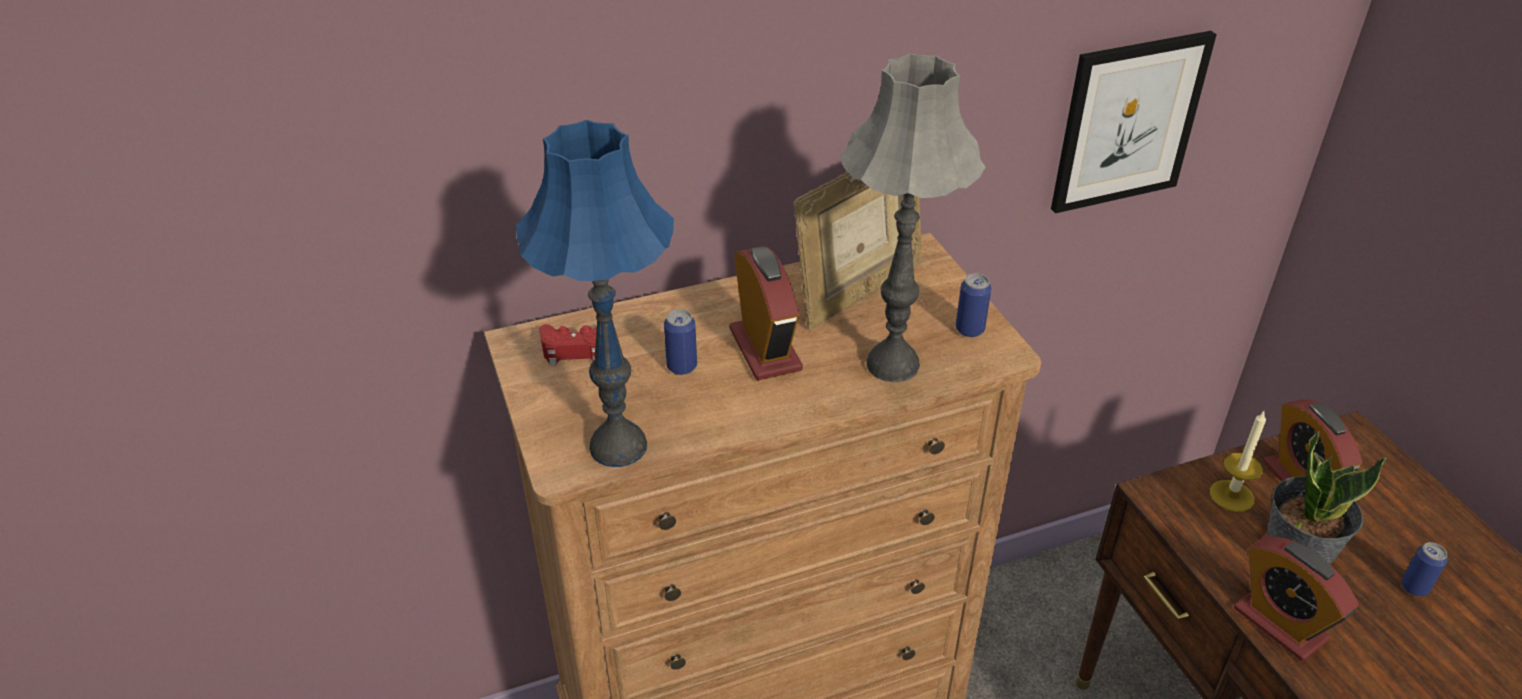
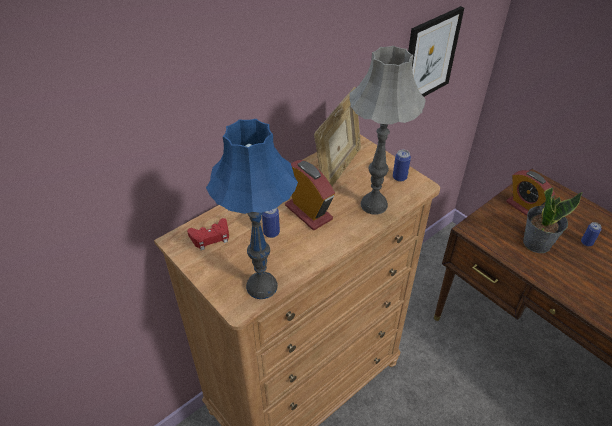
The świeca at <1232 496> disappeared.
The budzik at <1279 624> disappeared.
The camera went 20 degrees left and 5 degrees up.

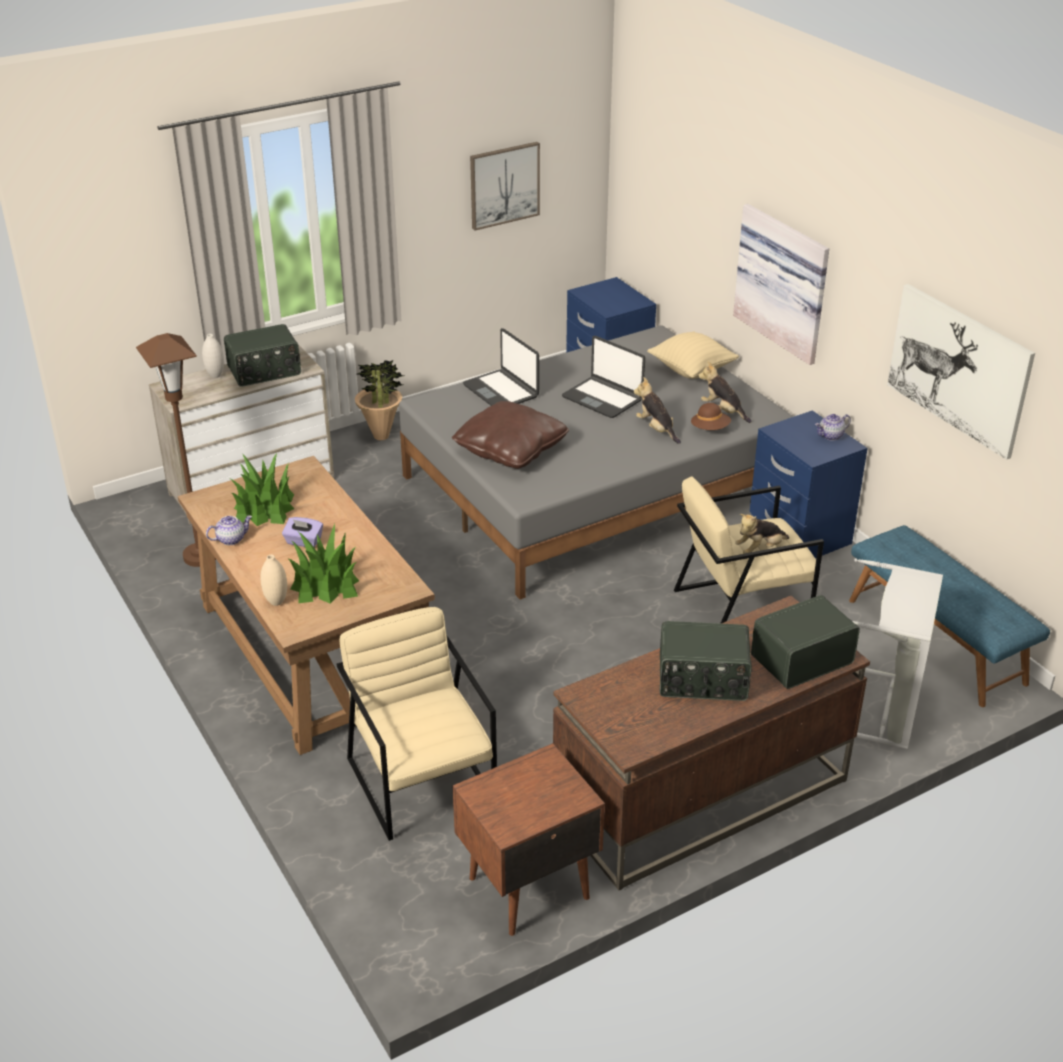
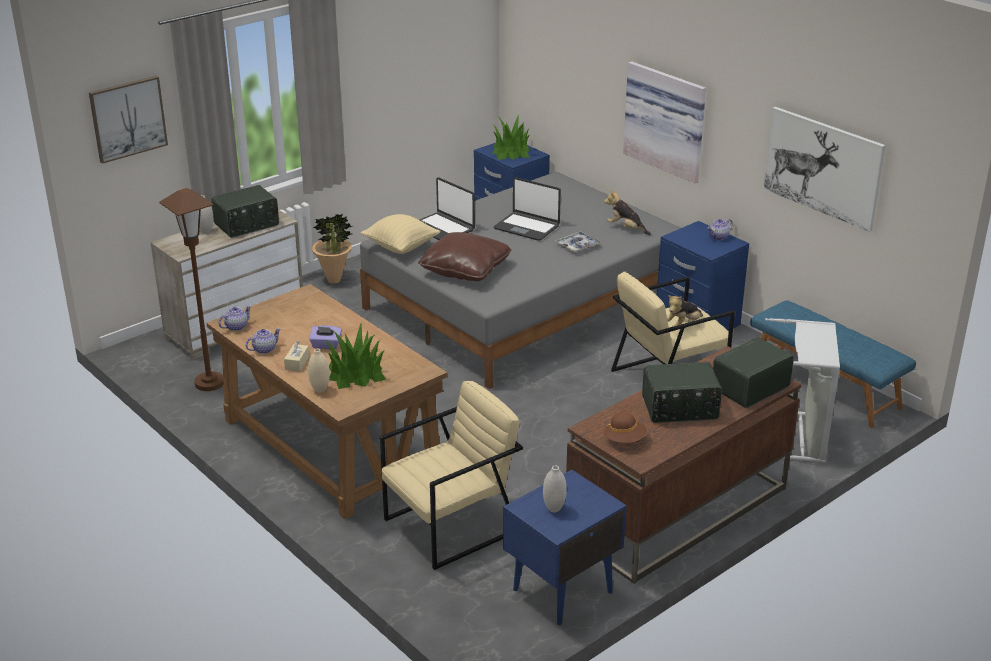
The imbryk at <236 326> appeared.
The pudełko chusteczek (beżowy) at <297 363> appeared.
The wazon (biały) at <554 509> appeared.
The roślina doniczkowa moved from <264 508> to <511 151>.
The obraz moved from <504 185> to <128 118>.
The poduszka (beżowy) moved from <691 370> to <401 247>.
The kapelusz (brązowy) moved from <710 429> to <624 440>.
The pluszak at <656 429> was replaced by the taca at <577 246>.
The szafka nocna (brązowy) at <526 887> became the szafka nocna (niebieski) at <561 590>.
The fotel (beżowy) at <421 780> turned 90 degrees clockwise.
The camera went 10 degrees left and 5 degrees down.

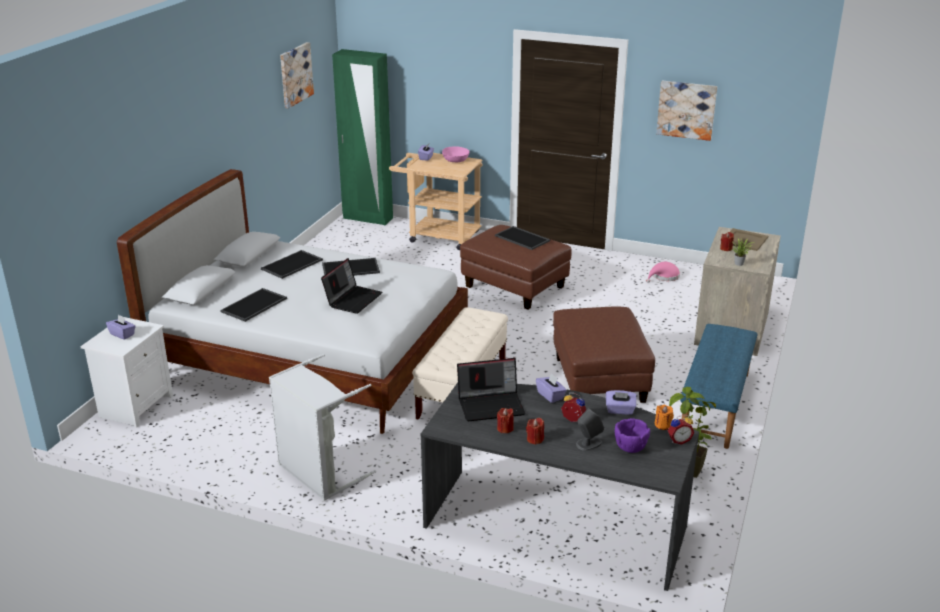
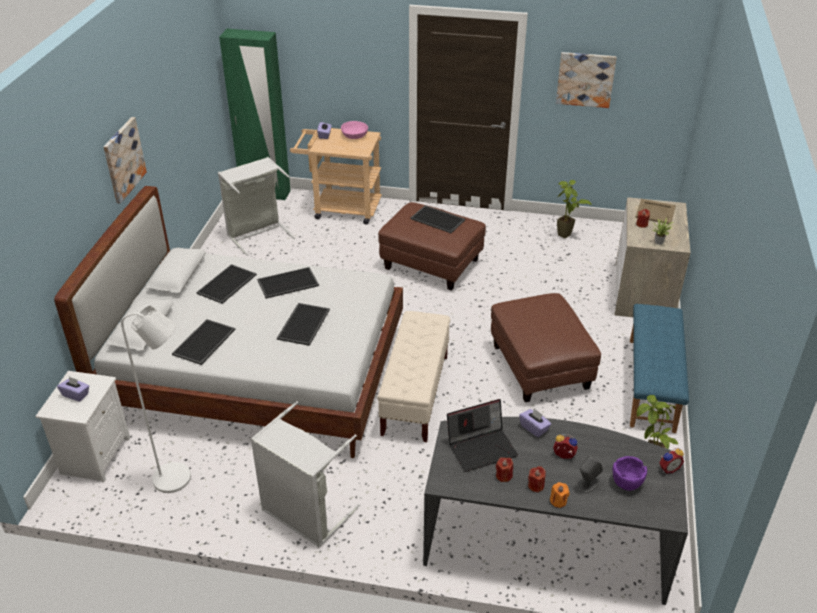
The pudełko chusteczek (fioletowy) at <620 410> disappeared.
The lampa stojąca (biały) at <179 479> appeared.
The kosz na pranie (szary) at <258 234> appeared.
The obraz moved from <295 74> to <123 159>.
The świeca (pomarańczowy) moved from <663 425> to <558 501>.
The laptop at <353 299> was replaced by the taca at <303 323>.
The kapelusz (różowy) at <664 277> was replaced by the roślina doniczkowa at <566 237>.
The camera went 10 degrees left and 10 degrees up.

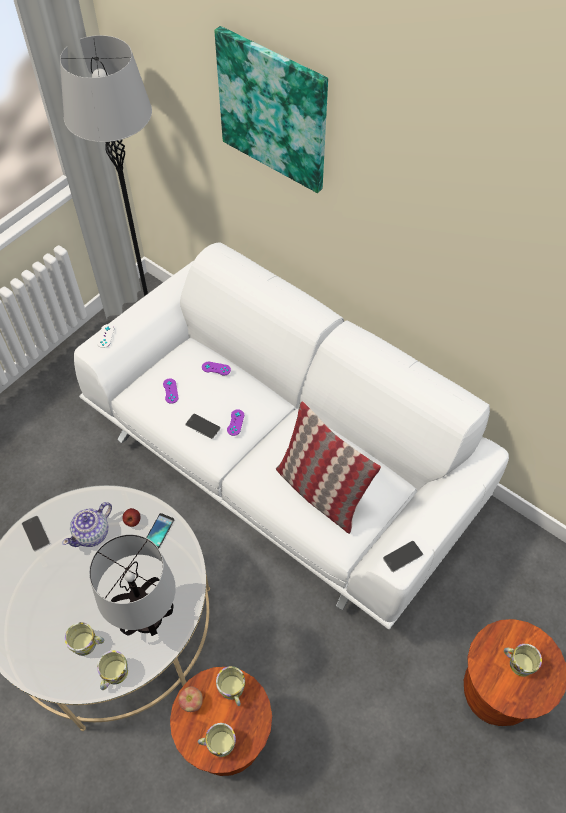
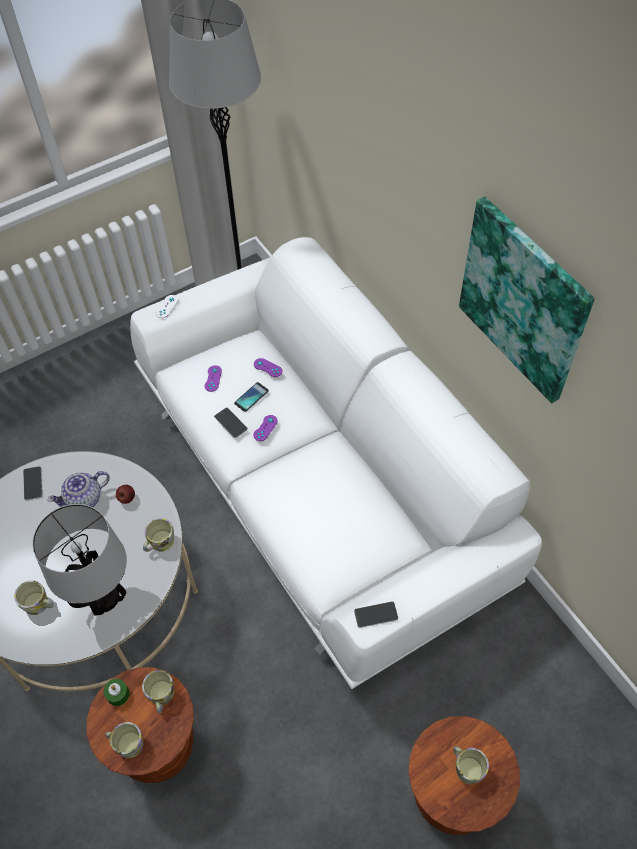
The poduszka at <321 492> disappeared.
The kubek moved from <113 675> to <159 543>.
The telefon moved from <159 531> to <251 397>.
The obraz moved from <274 110> to <524 300>.
The jabłko at <192 702> was replaced by the świeca (zielony) at <118 694>.
The camera went 20 degrees right and 0 degrees up.

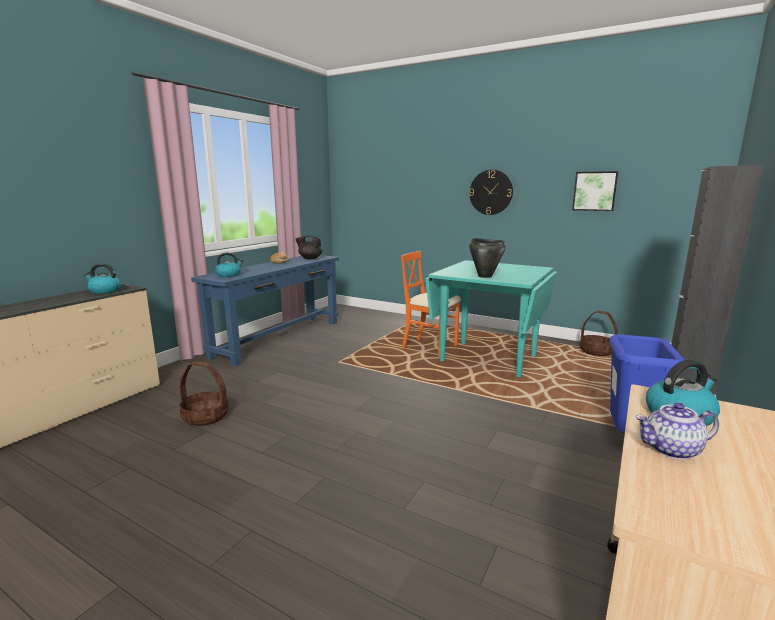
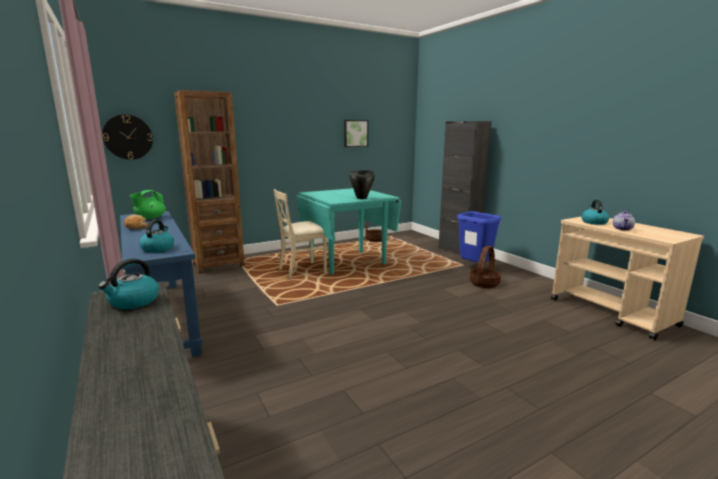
The regał (brązowy) at <218 264> appeared.
The koszyk moved from <206 416> to <484 283>.
The zegar ścienny moved from <491 192> to <128 137>.
The imbryk (czarny) at <310 258> became the imbryk (zielony) at <150 218>.
The krzesło (pomarańczowy) at <430 348> became the krzesło (beżowy) at <302 271>.
The camera went 60 degrees left and 0 degrees up.

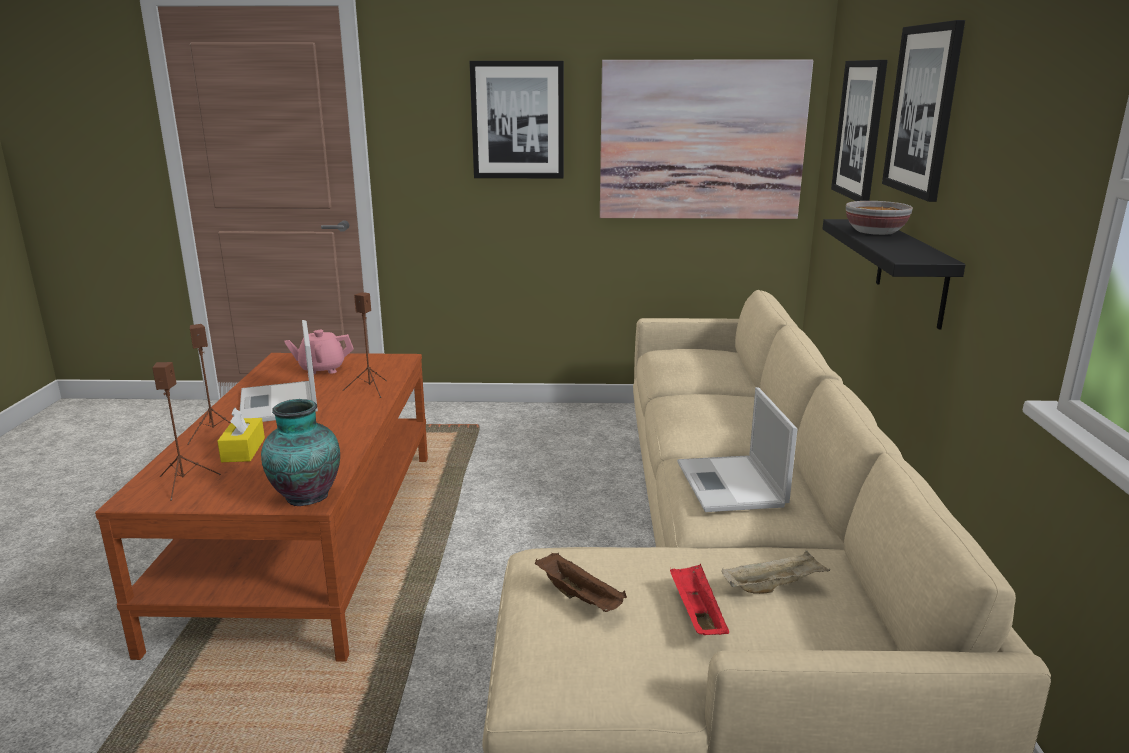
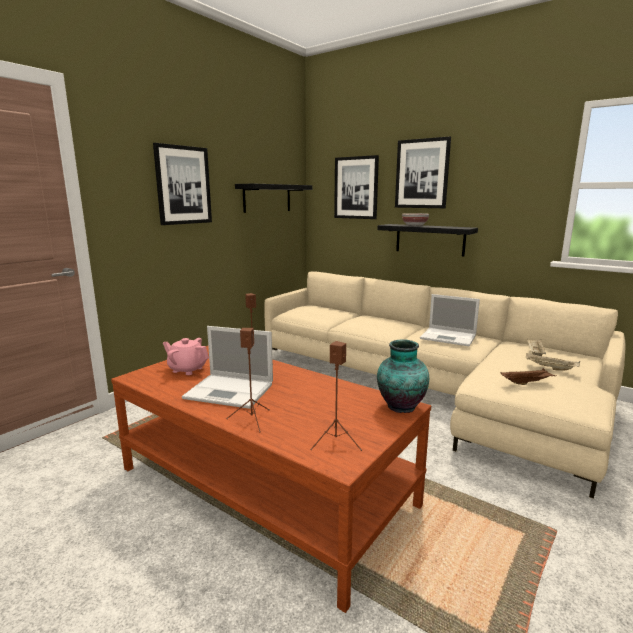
The pudełko chusteczek (żółty) at <243 450> disappeared.
The obraz at <701 141> was replaced by the półka (czarny) at <267 198>.
The taca (czerwony) at <696 614> became the taca (beżowy) at <550 368>.
The imbryk (różowy) at <322 369> turned 90 degrees clockwise.
The camera went 55 degrees left and 5 degrees down.

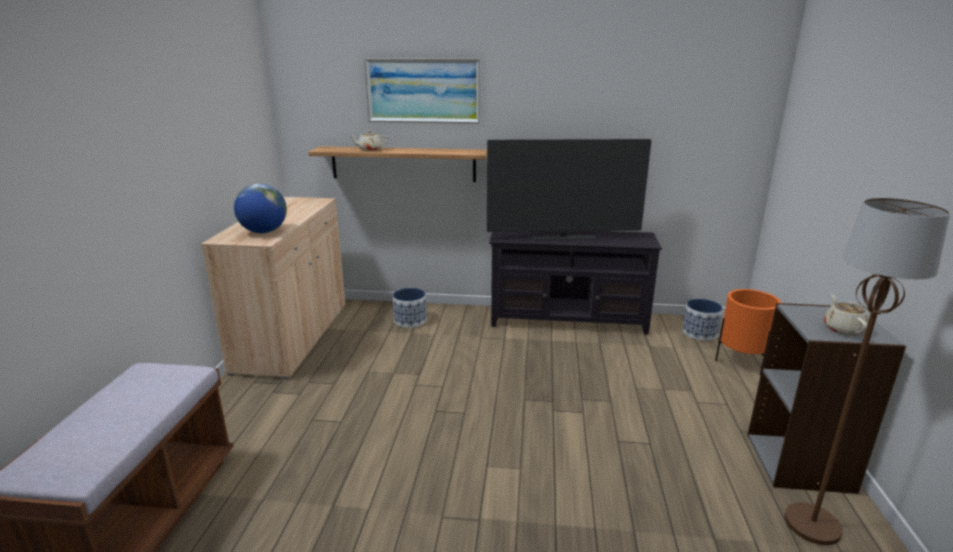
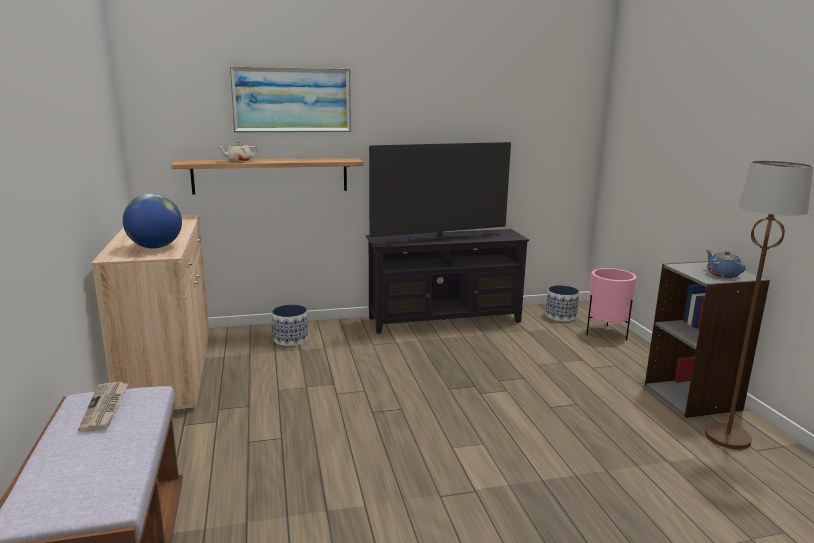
The gazeta at <105 408> appeared.
The donica (pomarańczowy) at <741 363> became the donica (różowy) at <606 333>.
The imbryk (beżowy) at <843 329> became the imbryk (niebieski) at <722 274>.
The camera went 20 degrees left and 5 degrees down.

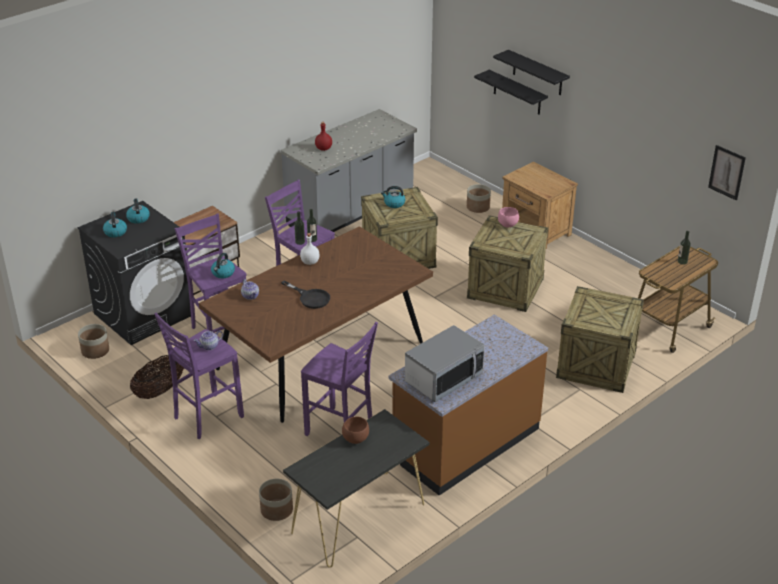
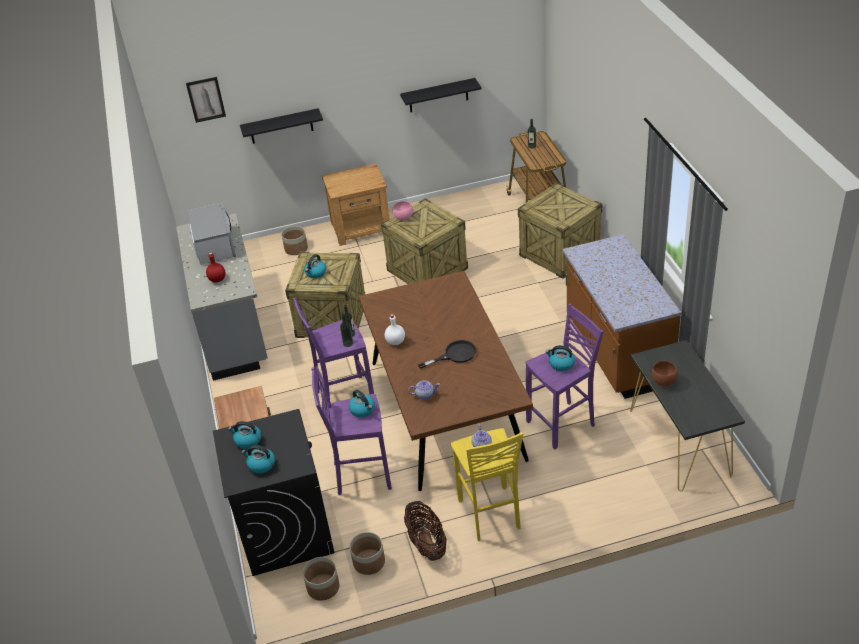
The czajnik at <561 364> appeared.
The donica moved from <276 509> to <368 562>.
The mikrofalówka moved from <443 378> to <214 247>.
The półka (czarny) moved from <537 73> to <438 95>.
The obraz moved from <726 172> to <206 99>.
The stołek (fioletowy) at <206 417> became the stołek (żółty) at <490 515>.
The camera went 60 degrees left and 5 degrees up.

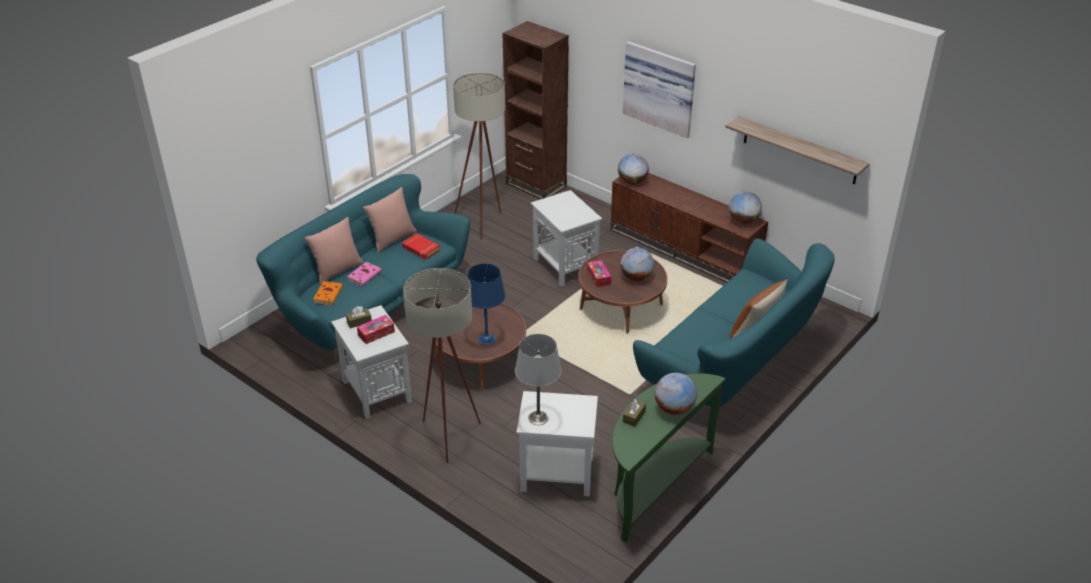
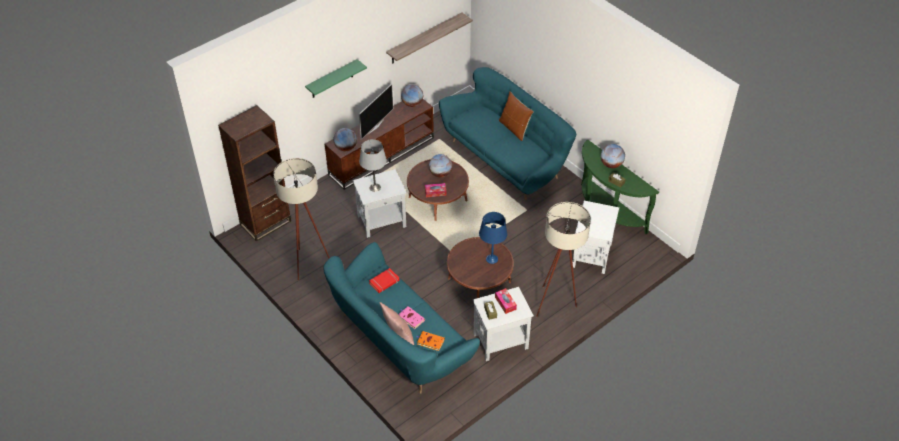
The poduszka (różowy) at <392 239> disappeared.
The telewizor at <375 126> appeared.
The lampa stołowa (szary) moved from <538 417> to <374 187>.
The obraz at <660 88> was replaced by the półka (zielony) at <332 79>.
The camera went 80 degrees left and 10 degrees up.

